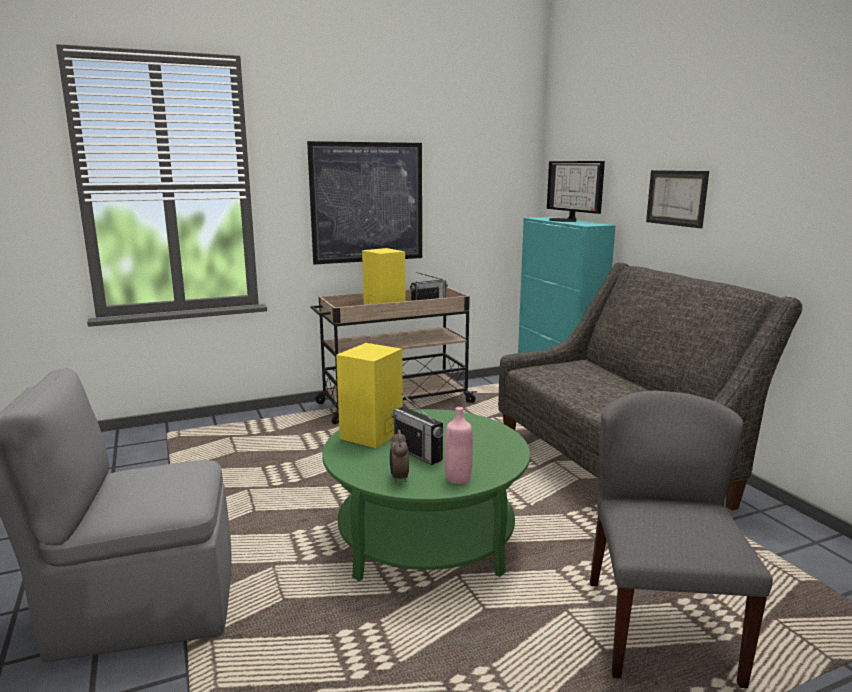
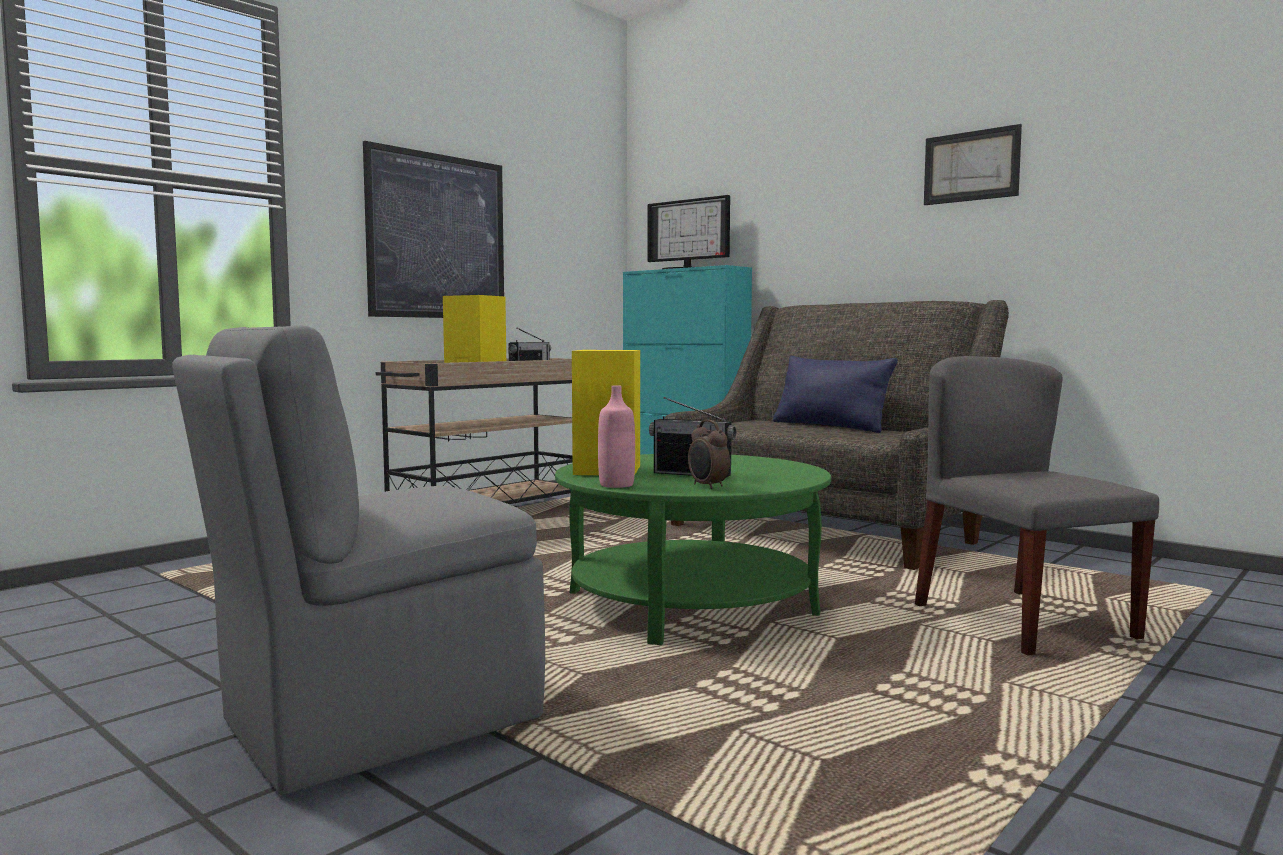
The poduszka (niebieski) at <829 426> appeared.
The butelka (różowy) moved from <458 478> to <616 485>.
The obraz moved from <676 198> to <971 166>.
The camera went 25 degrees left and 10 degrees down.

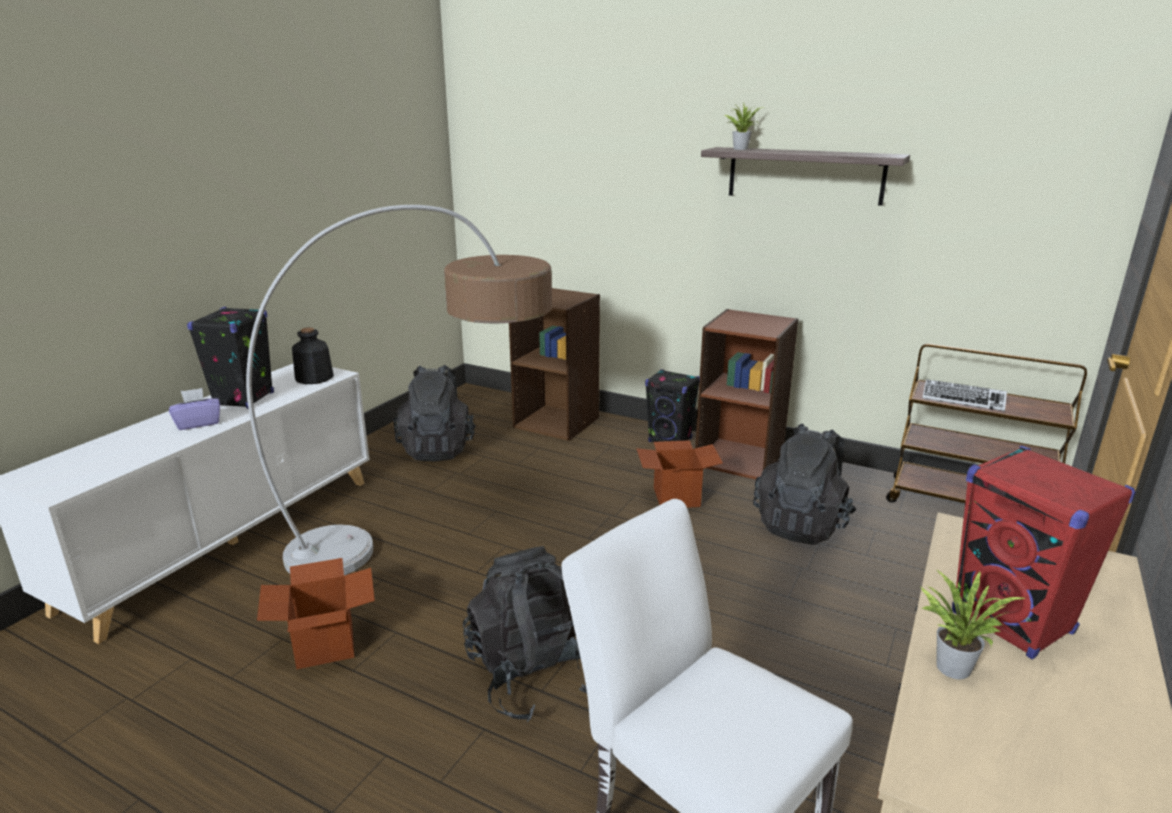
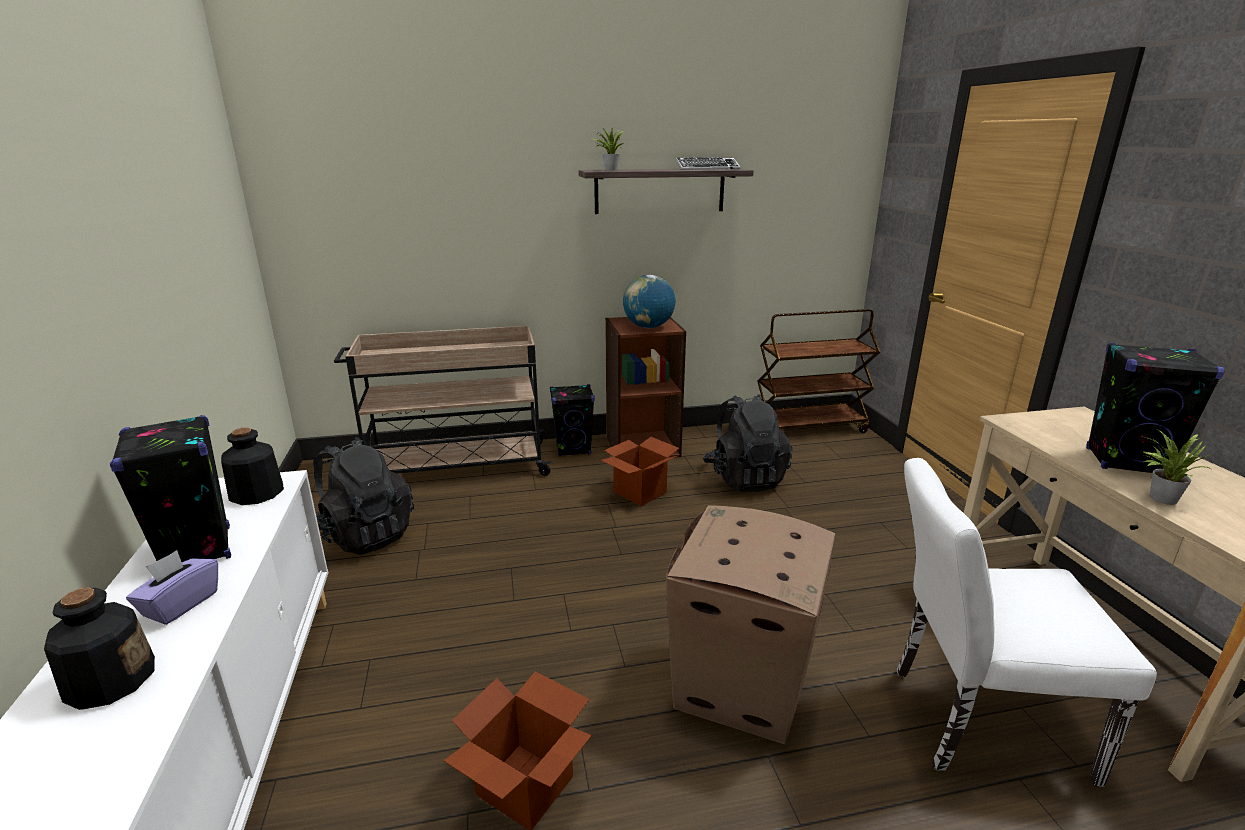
The lampa stojąca at <439 521> disappeared.
The butelka at <110 681> appeared.
The globus at <648 327> appeared.
The klawiatura moved from <963 400> to <707 168>.
The plecak (czarny) at <534 676> was replaced by the karton at <741 687>.
The regał (brązowy) at <557 422> was replaced by the wózek (beżowy) at <455 467>.
The głośnik (czerwony) at <1012 623> became the głośnik (czarny) at <1127 462>.
The camera went 40 degrees left and 0 degrees up.

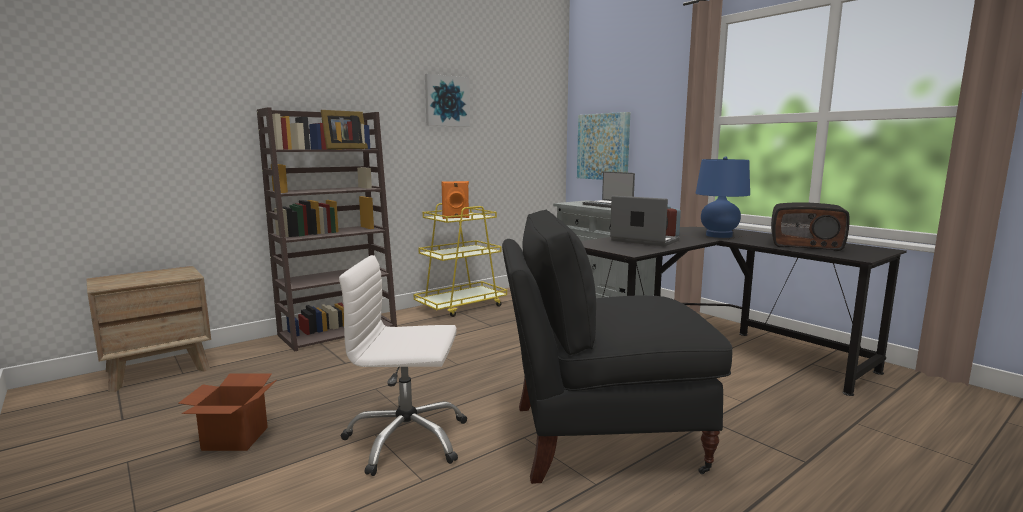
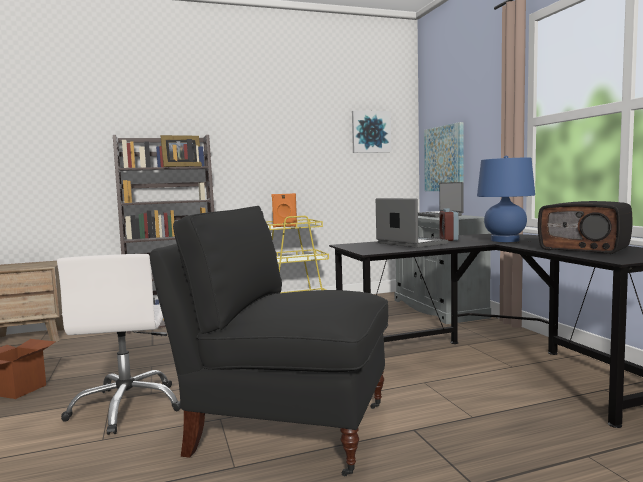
The obraz moved from <446 101> to <371 132>.
The krzesło biurowe (biały) at <406 440> turned 120 degrees counterclockwise.
The camera went 20 degrees right and 5 degrees down.

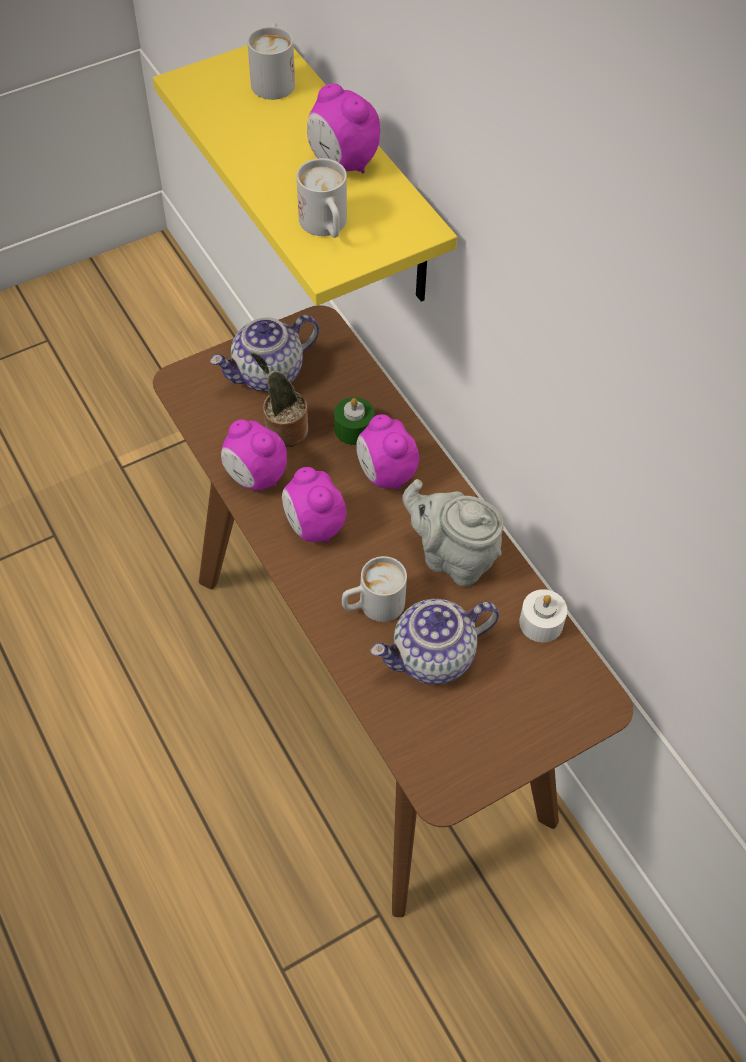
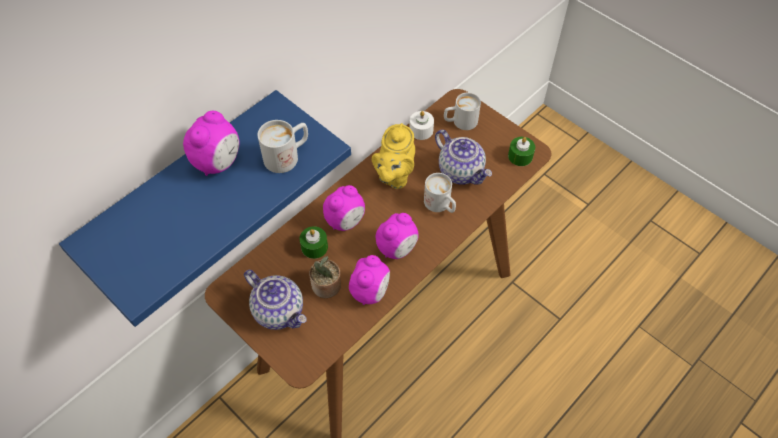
The świeca (zielony) at <520 156> appeared.
The kubek (biały) moved from <273 79> to <460 122>.
The półka (żółty) at <363 178> became the półka (niebieski) at <186 189>.
The imbryk (szary) at <452 557> became the imbryk (żółty) at <394 176>.
The camera went 105 degrees left and 0 degrees up.

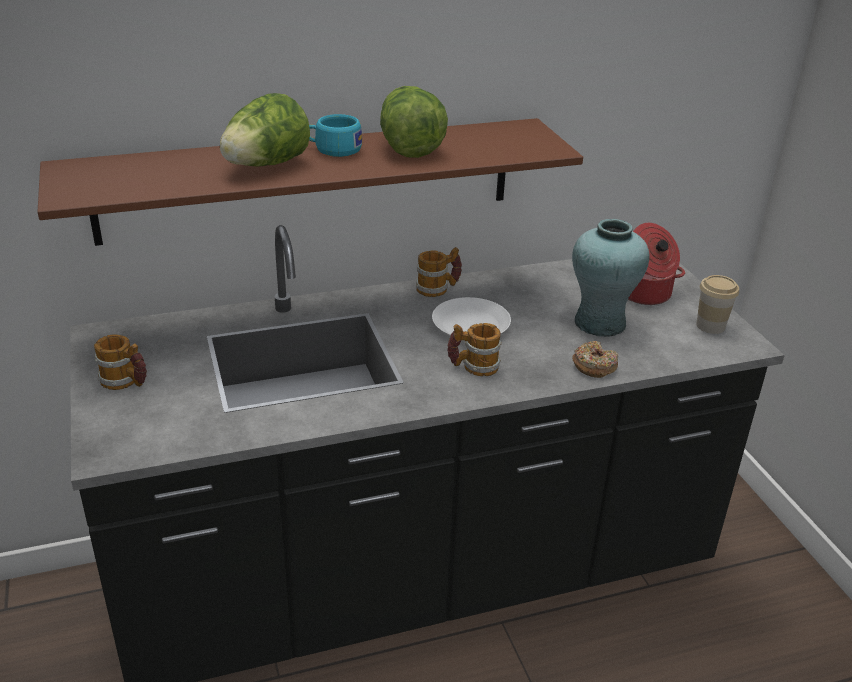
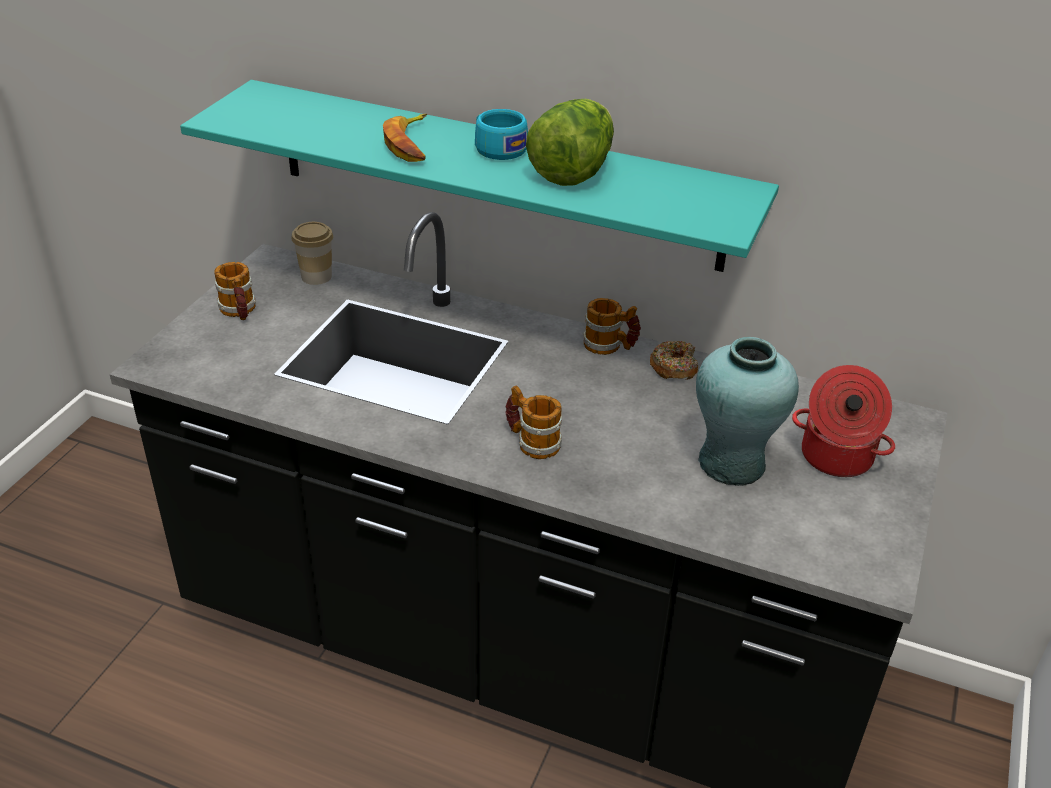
The talerz (biały) at <469 326> disappeared.
The donut moved from <594 366> to <674 367>.
The filiżanka moved from <710 326> to <316 276>.
The sałata at <266 165> was replaced by the banan at <411 144>.
The półka (brązowy) at <309 180> became the półka (turkusowy) at <495 174>.
The camera went 40 degrees right and 5 degrees up.

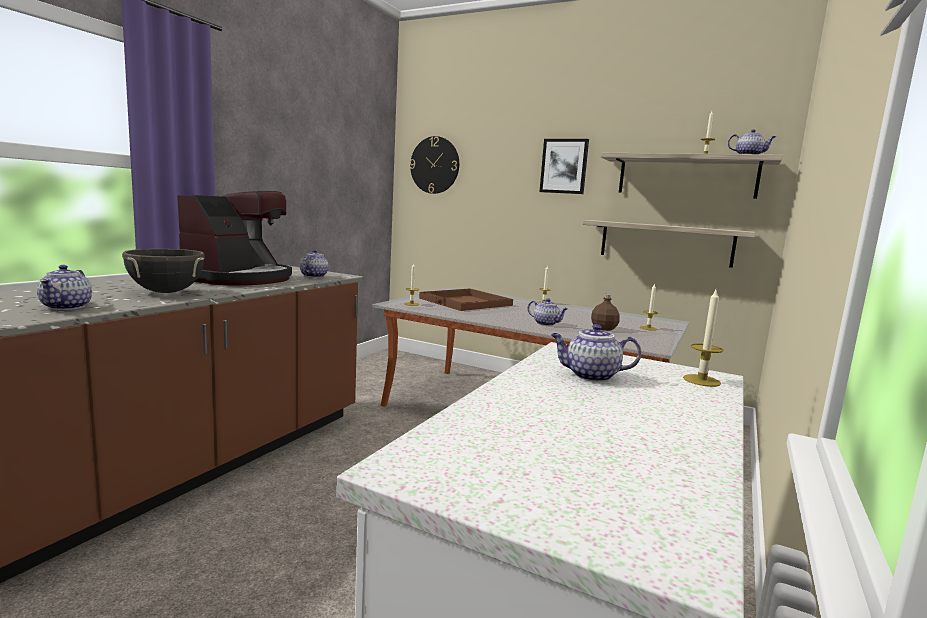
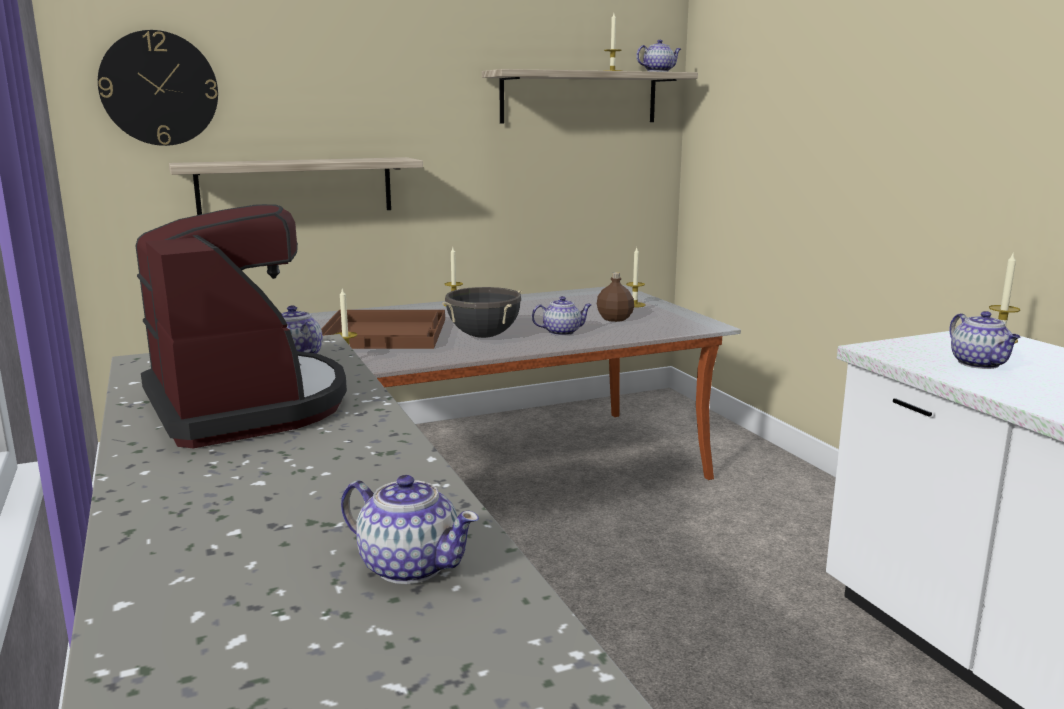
The obraz at <564 166> disappeared.
The garnek (czarny) moved from <166 292> to <483 336>.
The półka moved from <665 243> to <296 187>.
The imbryk at <590 376> turned 60 degrees counterclockwise.
The camera went 50 degrees left and 5 degrees up.

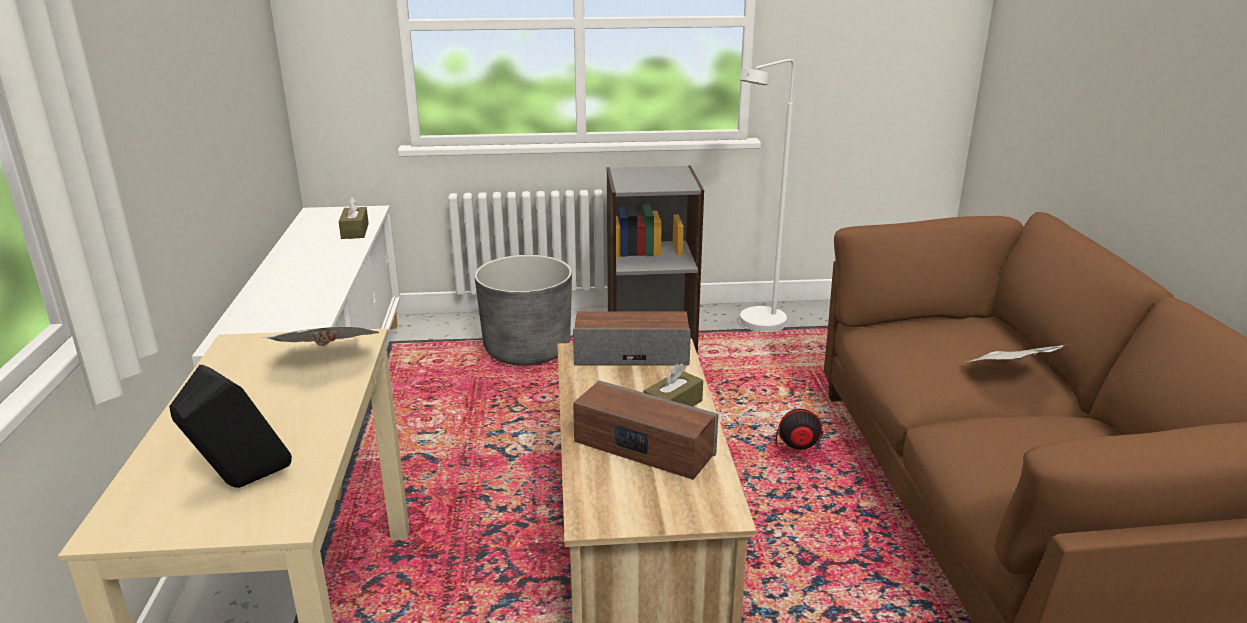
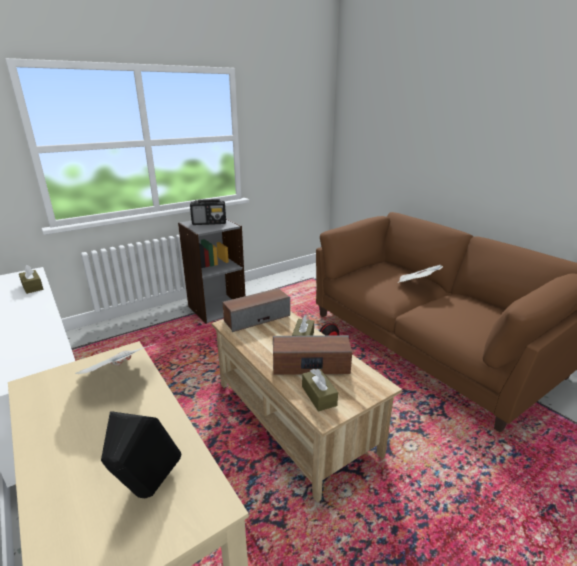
The donica (szary) at <527 350> disappeared.
The lampa stojąca (biały) at <757 328> disappeared.
The radio at <209 223> appeared.
The pudełko chusteczek (brązowy) at <319 396> appeared.
The camera went 30 degrees left and 0 degrees up.

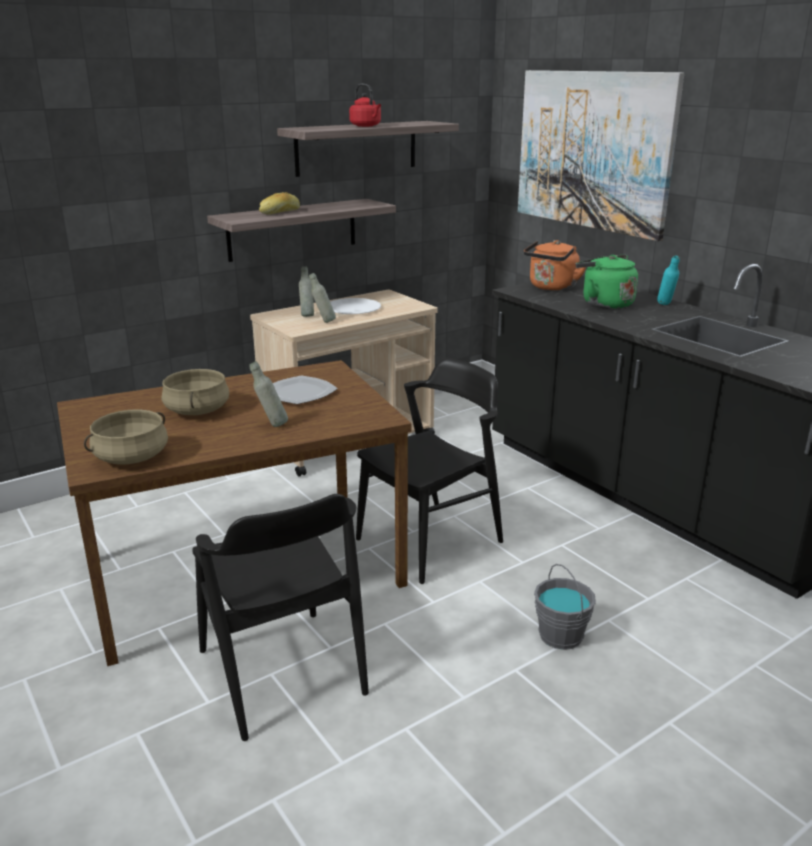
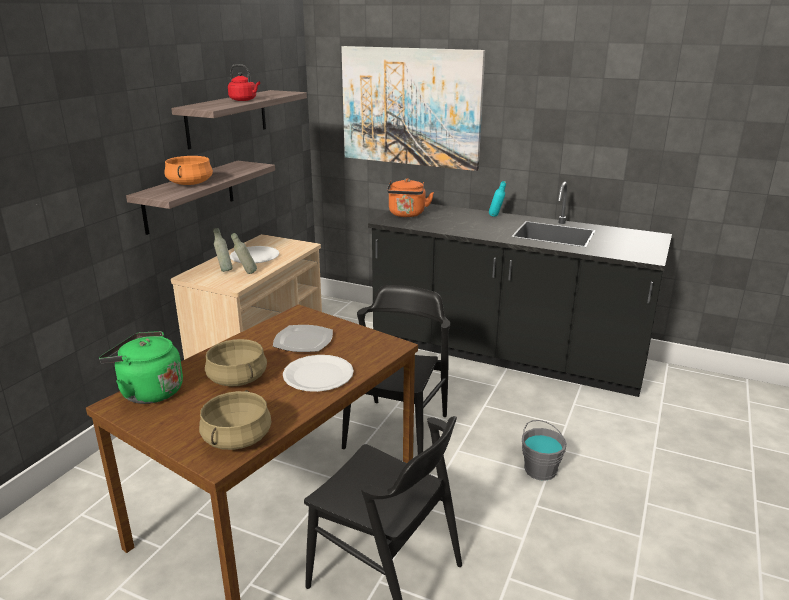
The czajnik (zielony) moved from <604 304> to <148 392>.
The butelka (szary) at <271 425> was replaced by the talerz (biały) at <318 375>.
The chleb at <280 212> was replaced by the garnek (pomarańczowy) at <190 183>.
The camera went 30 degrees left and 0 degrees up.

